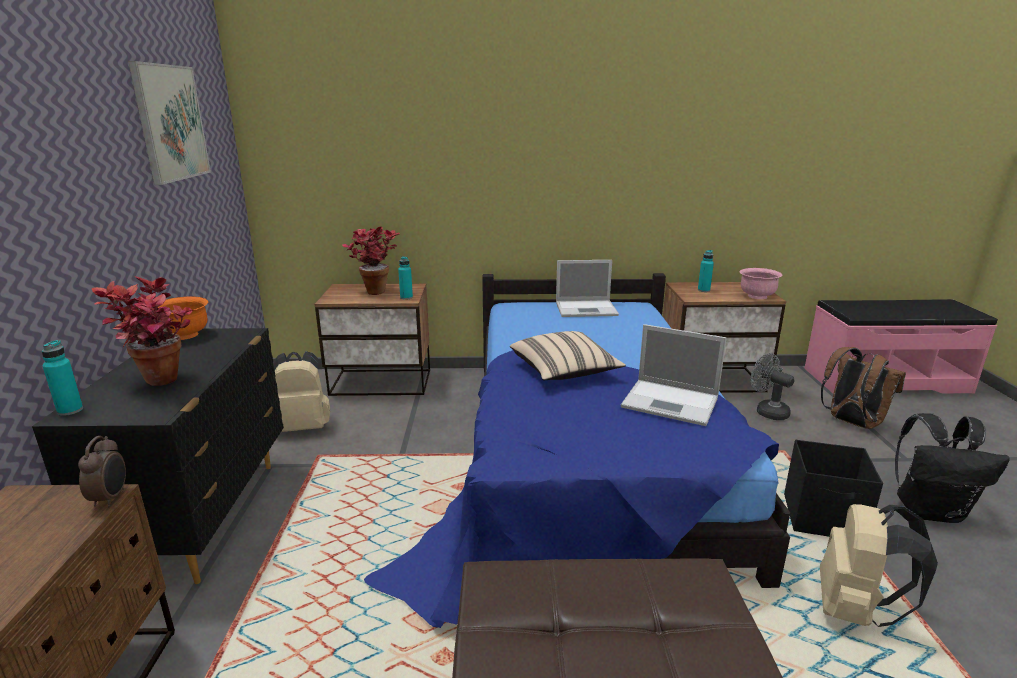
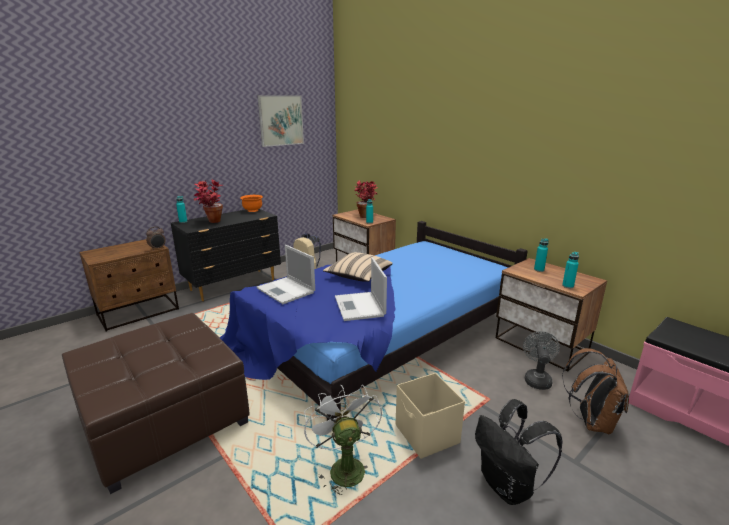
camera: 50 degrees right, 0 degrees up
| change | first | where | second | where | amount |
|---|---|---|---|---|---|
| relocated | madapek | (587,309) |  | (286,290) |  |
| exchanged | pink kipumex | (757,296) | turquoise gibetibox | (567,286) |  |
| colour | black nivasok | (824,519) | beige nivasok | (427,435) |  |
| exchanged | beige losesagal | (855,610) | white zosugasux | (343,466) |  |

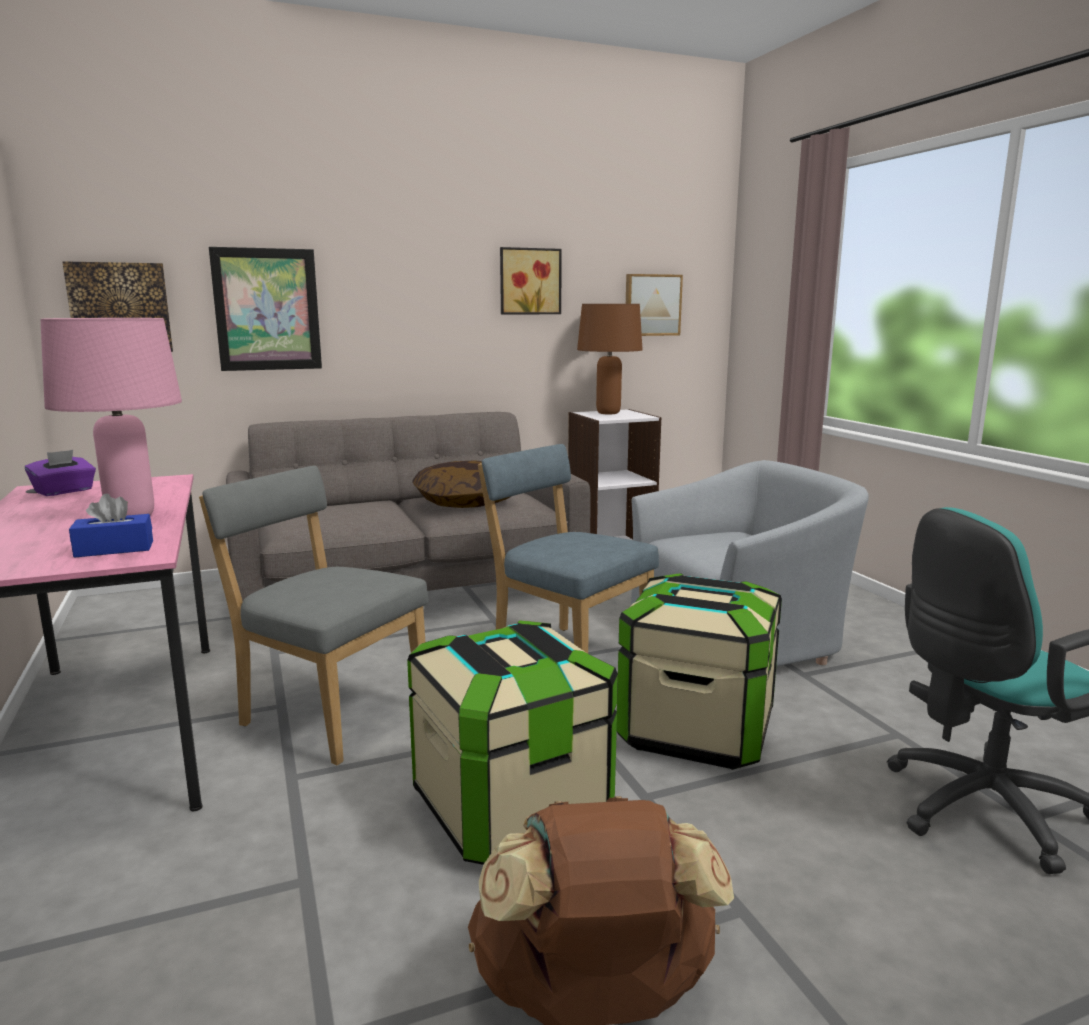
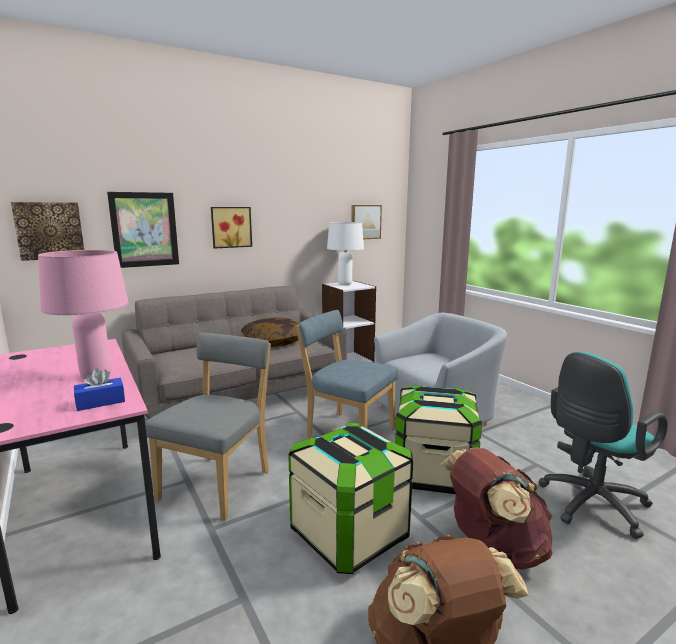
camera: 10 degrees left, 0 degrees up
| change | first | where | second | where | amount |
|---|---|---|---|---|---|
| missing | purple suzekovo | (64,491) |  |  |  |
| spun | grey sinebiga | (329,713) |  | (219,483) | 90 degrees clockwise |
| relocated | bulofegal | (529,281) |  | (231,227) |  |
| colour | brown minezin | (608,413) | white minezin | (345,284) |  |
| appeared |  |  | brown losesagal | (493,547) |  |

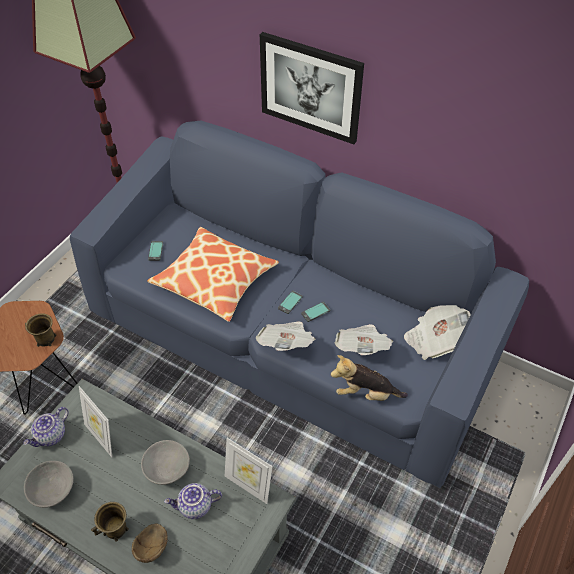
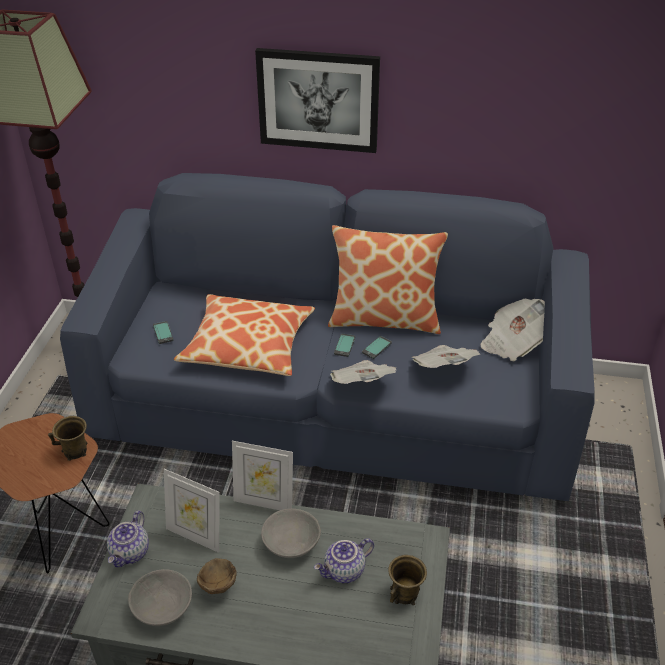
camera: 20 degrees left, 10 degrees down
| change | first | where | second | where | amount |
|---|---|---|---|---|---|
| relocated | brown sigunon | (116,529) |  | (405,593) |  |
| relocated | brown kipumex | (153,546) |  | (218,582) |  |
| relocated | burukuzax | (248,485) |  | (264,501) |  |
| missing | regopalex | (365,393) |  |  |  |
| appeared |  |  | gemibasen | (385,319) |  |

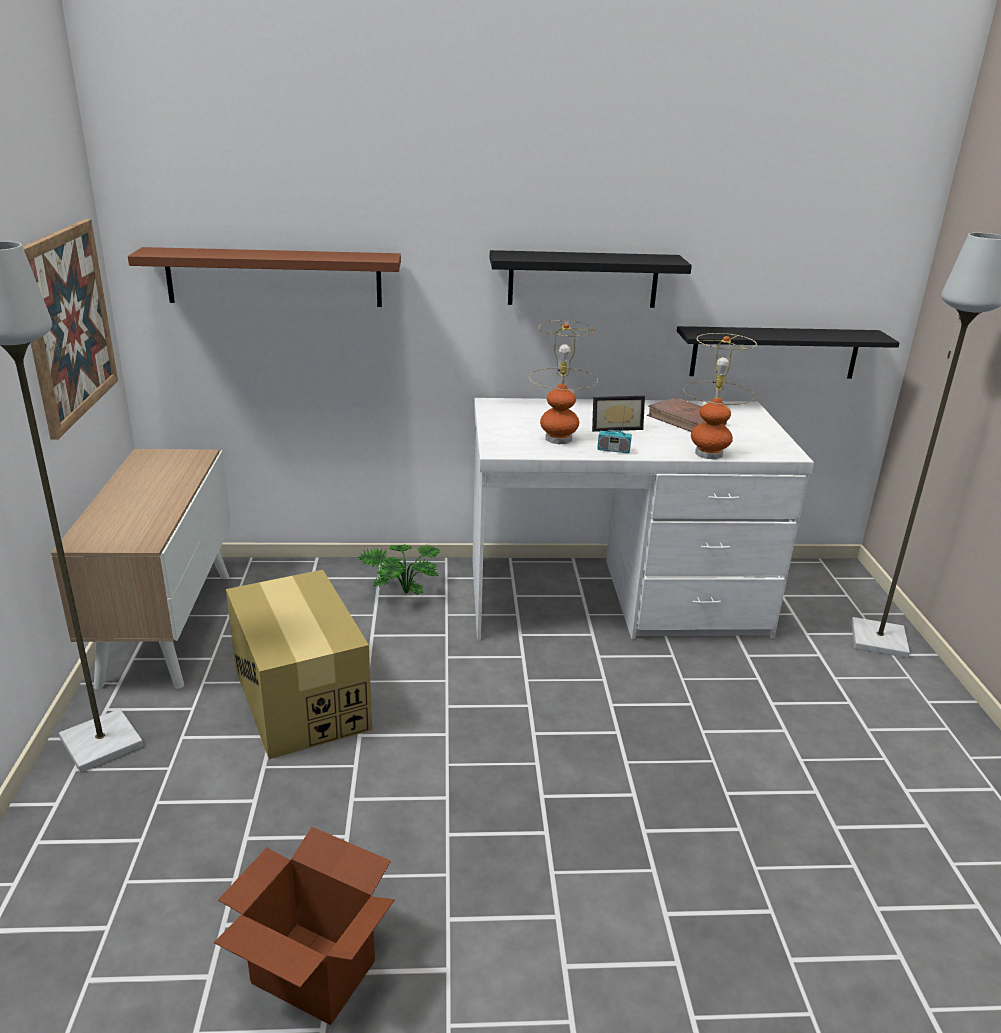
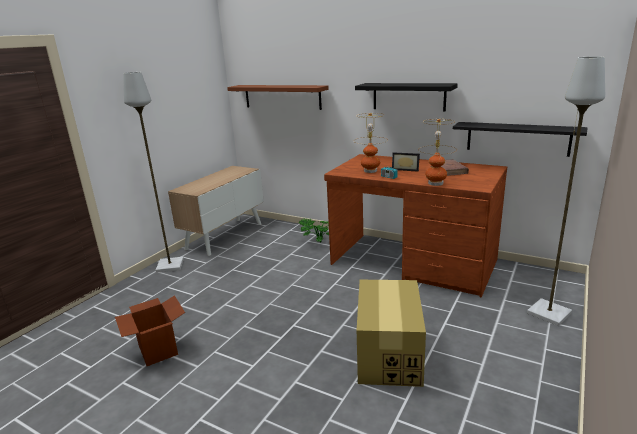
camera: 35 degrees right, 5 degrees down
| change | first | where | second | where | amount |
|---|---|---|---|---|---|
| missing | bulofegal | (68,324) |  |  |  |
| relocated | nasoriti | (300,698) |  | (389,353) |  |
| colour | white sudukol | (615,598) | brown sudukol | (413,263) |  |

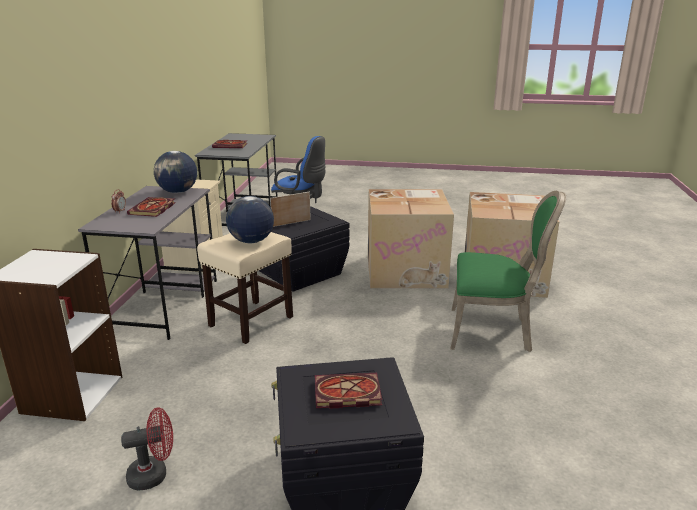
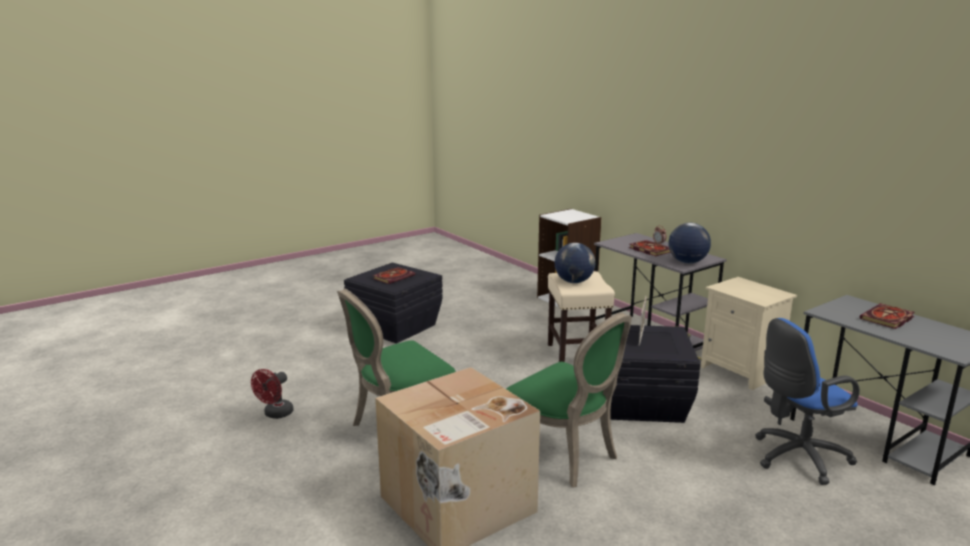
camera: 135 degrees right, 5 degrees down
| change | first | where | second | where | amount |
|---|---|---|---|---|---|
| relocated | red zosugasux | (154,474) |  | (275,414) |  |
| exchanged | nasoriti | (406,270) | green sinebiga | (565,456) |  |

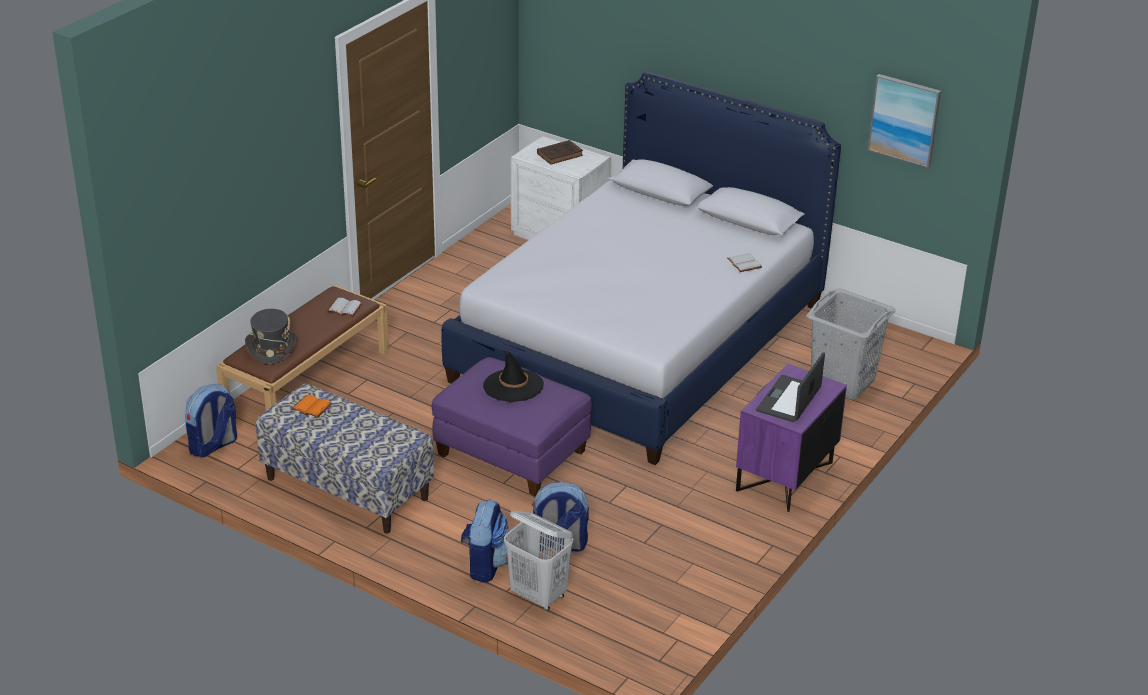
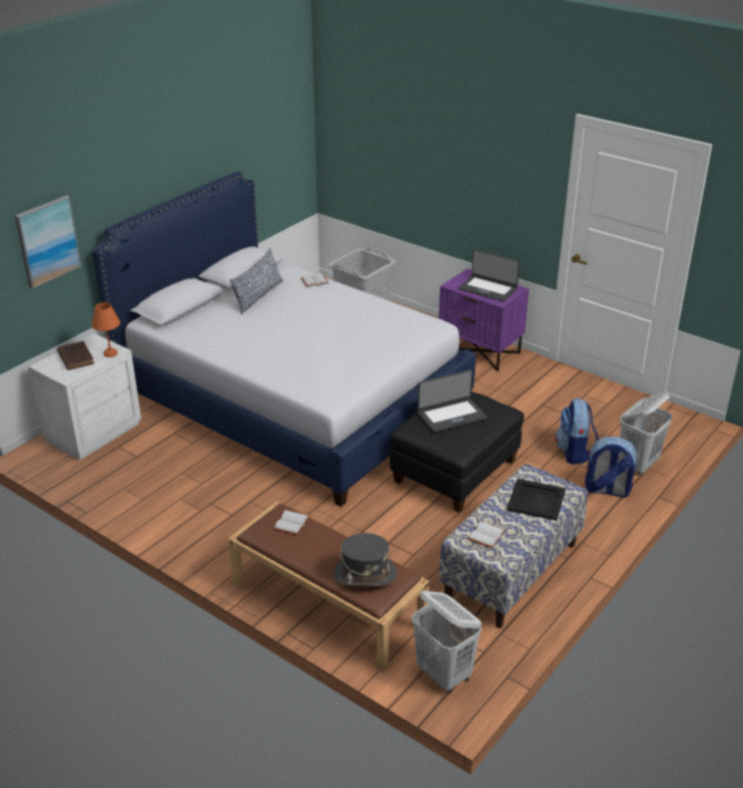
camera: 85 degrees left, 0 degrees up
| change | first | where | second | where | amount |
|---|---|---|---|---|---|
| exchanged | losesagal | (213,446) | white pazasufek | (444,674) |  |
| colour | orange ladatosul | (313,407) | white ladatosul | (485,535) |  |
| colour | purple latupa | (513,454) | black latupa | (455,471) |  |
| exchanged | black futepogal | (513,386) | madapek | (451,415) |  |
| relocated | bulofegal | (904,120) |  | (47,241) |  |
| appeared |  |  | orange minezin | (111,354) |  |
| appeared |  |  | gemibasen | (258,295) |  |
| appeared |  |  | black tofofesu | (536,499) |  |

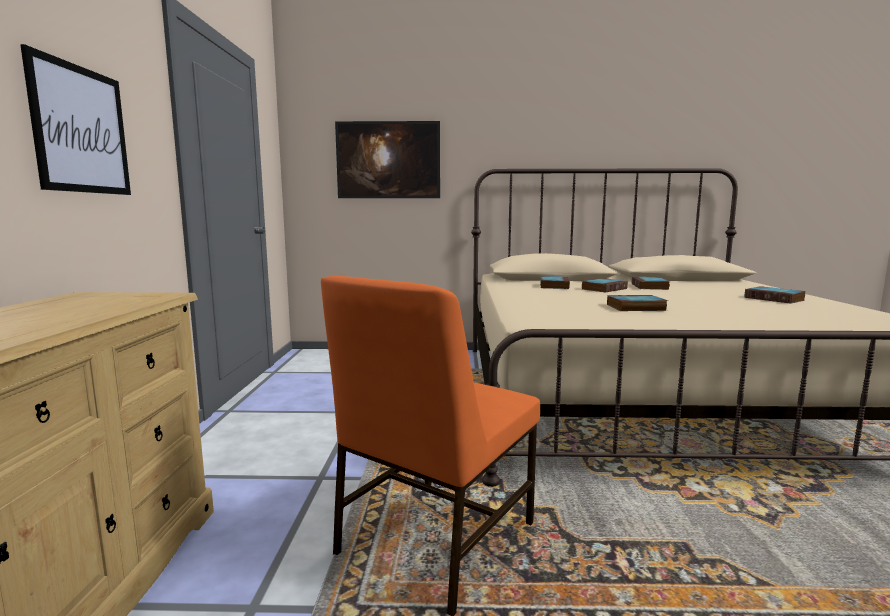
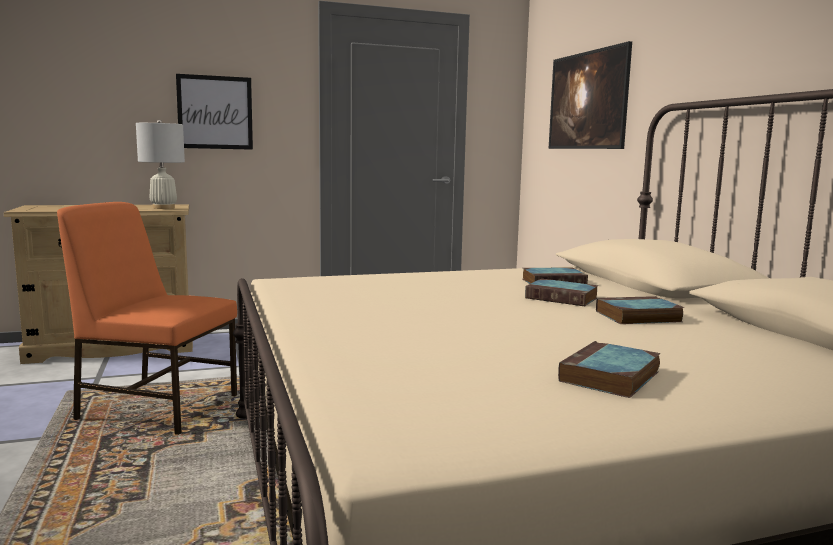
camera: 70 degrees right, 0 degrees up
| change | first | where | second | where | amount |
|---|---|---|---|---|---|
| missing | ladatosul | (635,307) |  |  |  |
| appeared |  |  | white minezin | (163,208) |  |

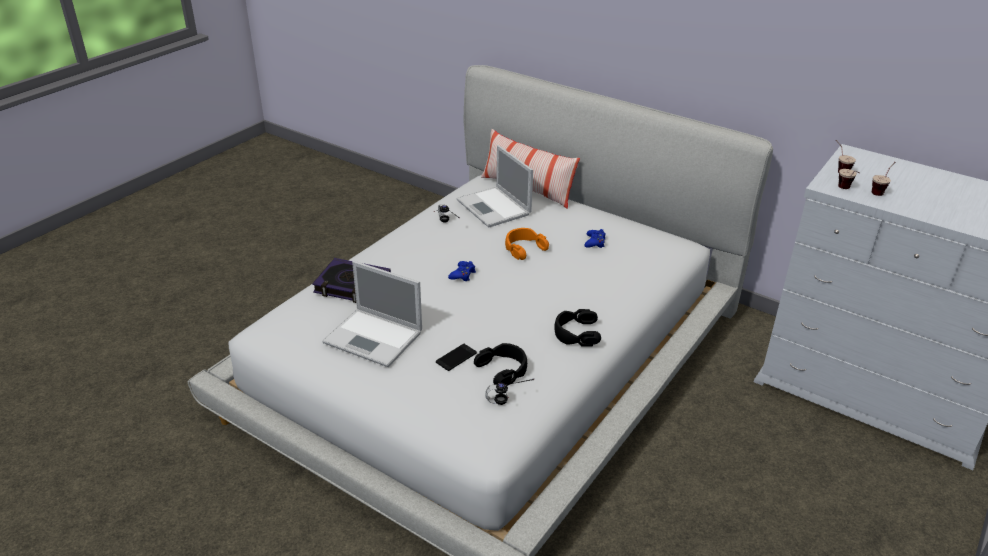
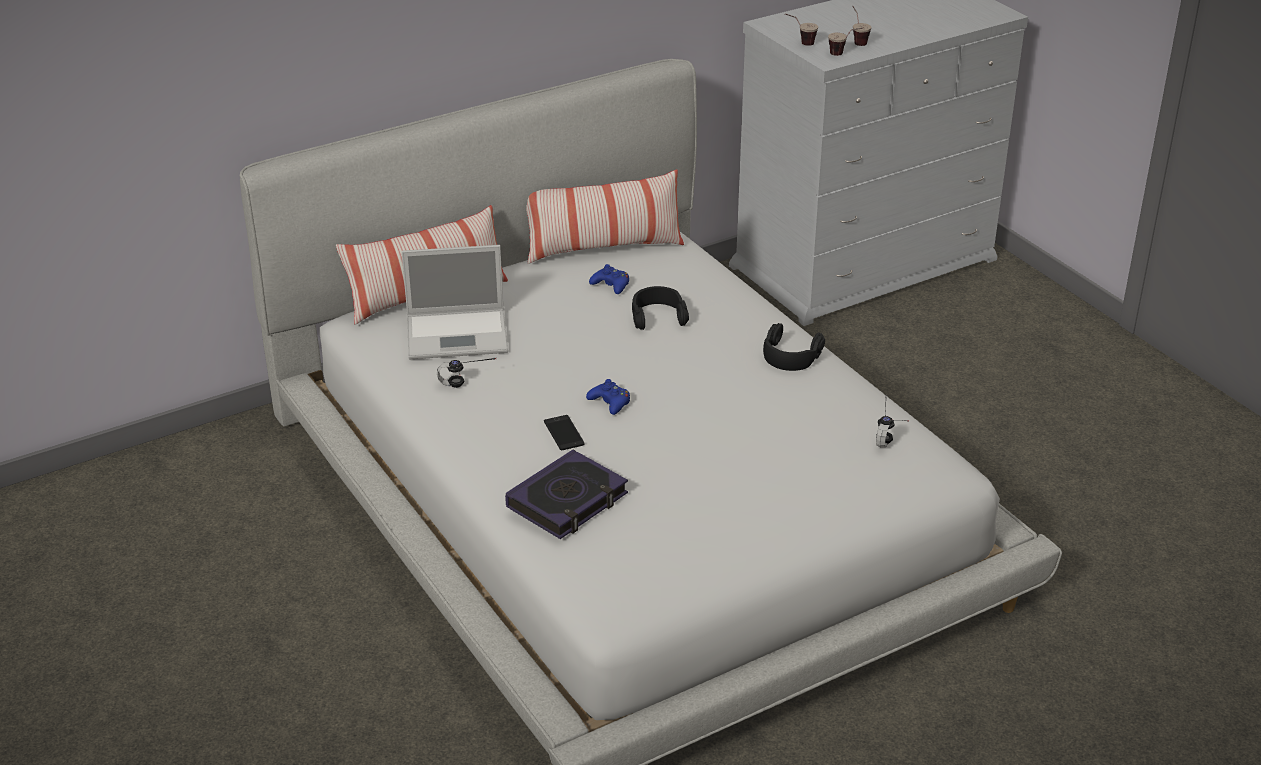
camera: 65 degrees left, 0 degrees up
| change | first | where | second | where | amount |
|---|---|---|---|---|---|
| missing | madapek | (374,338) |  |  |  |
| relocated | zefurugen | (456,357) |  | (564,433) |  |
| relocated | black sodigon | (503,369) |  | (658,316) |  |
| missing | orange sodigon | (524,248) |  |  |  |
| appeared |  |  | gemibasen | (603,248) |  |

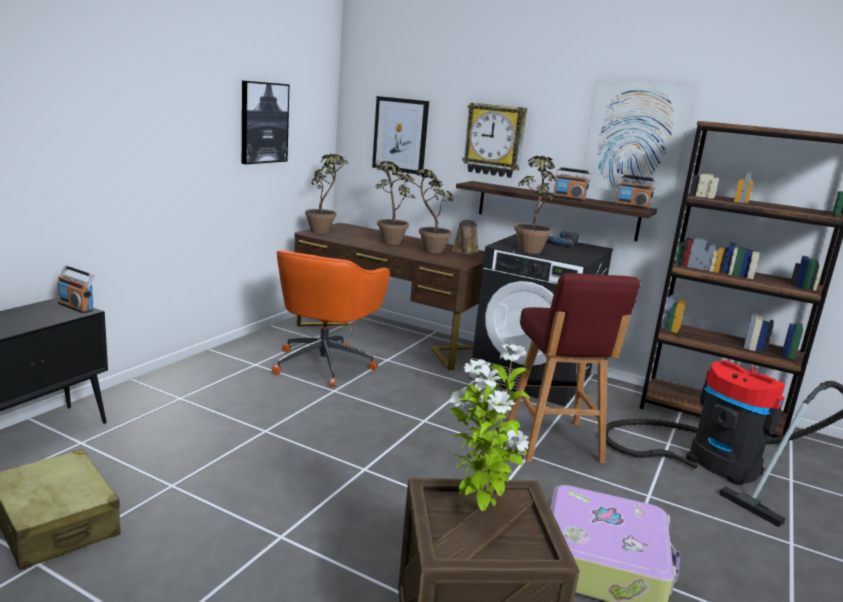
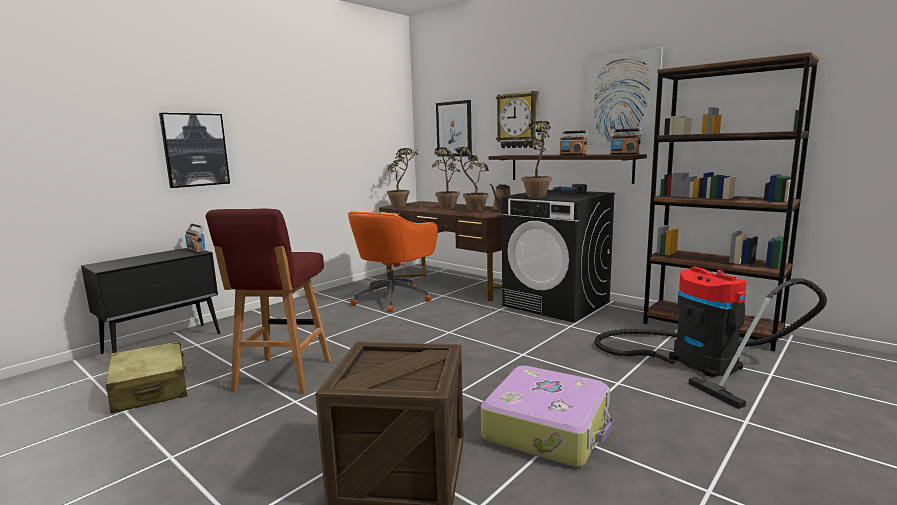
camera: 15 degrees right, 5 degrees down
| change | first | where | second | where | amount |
|---|---|---|---|---|---|
| relocated | bulofegal | (263,123) |  | (195,150) |  |
| missing | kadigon | (479,509) |  |  |  |
| relocated | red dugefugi | (554,443) |  | (282,376) |  |

